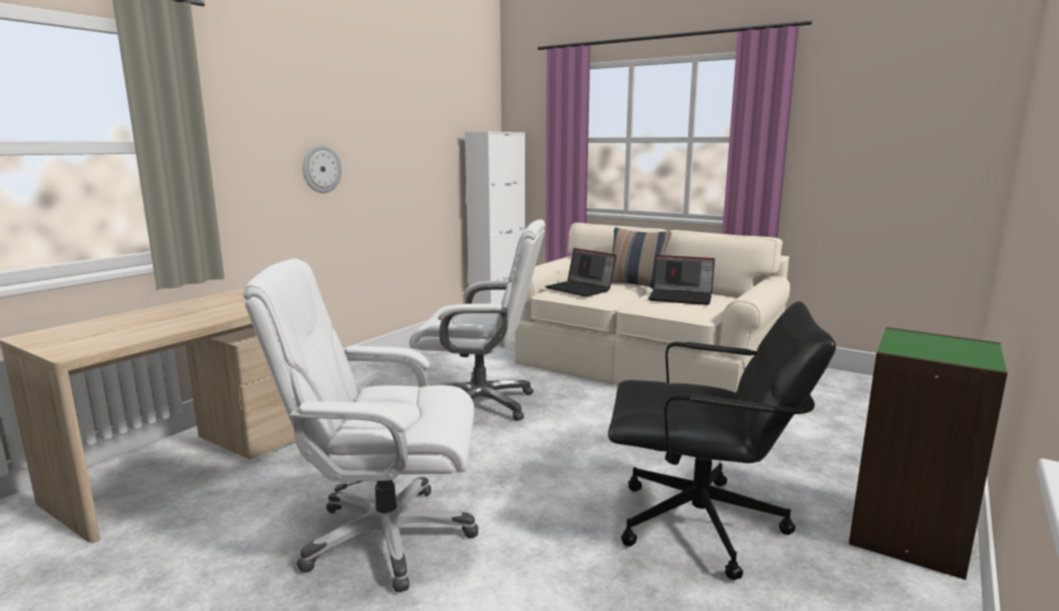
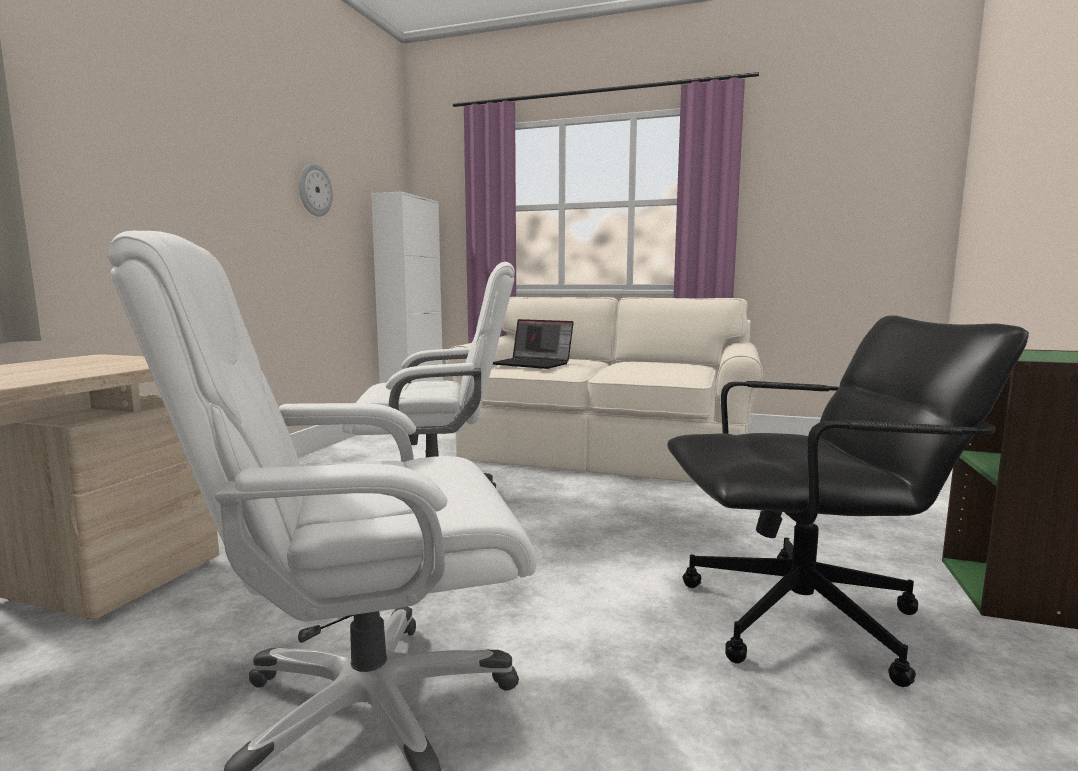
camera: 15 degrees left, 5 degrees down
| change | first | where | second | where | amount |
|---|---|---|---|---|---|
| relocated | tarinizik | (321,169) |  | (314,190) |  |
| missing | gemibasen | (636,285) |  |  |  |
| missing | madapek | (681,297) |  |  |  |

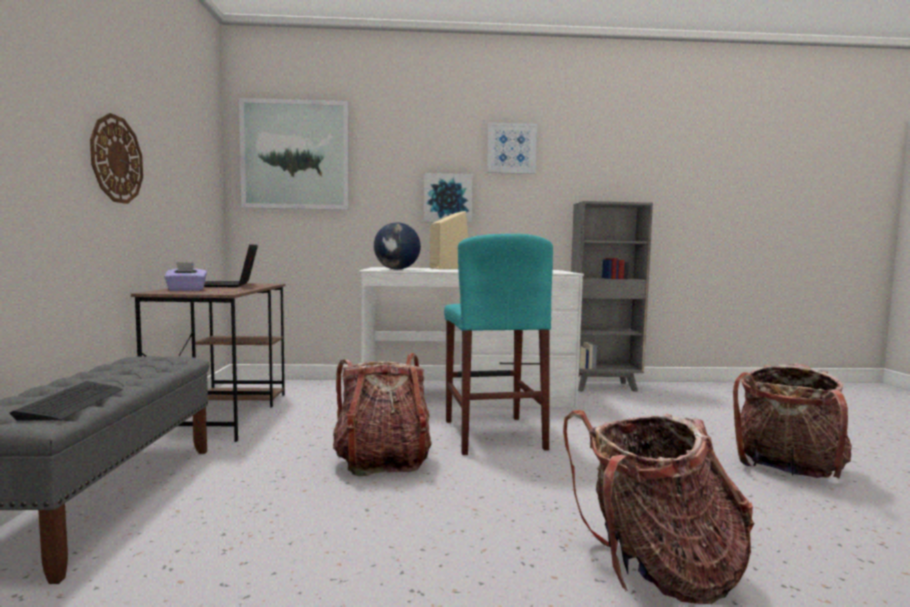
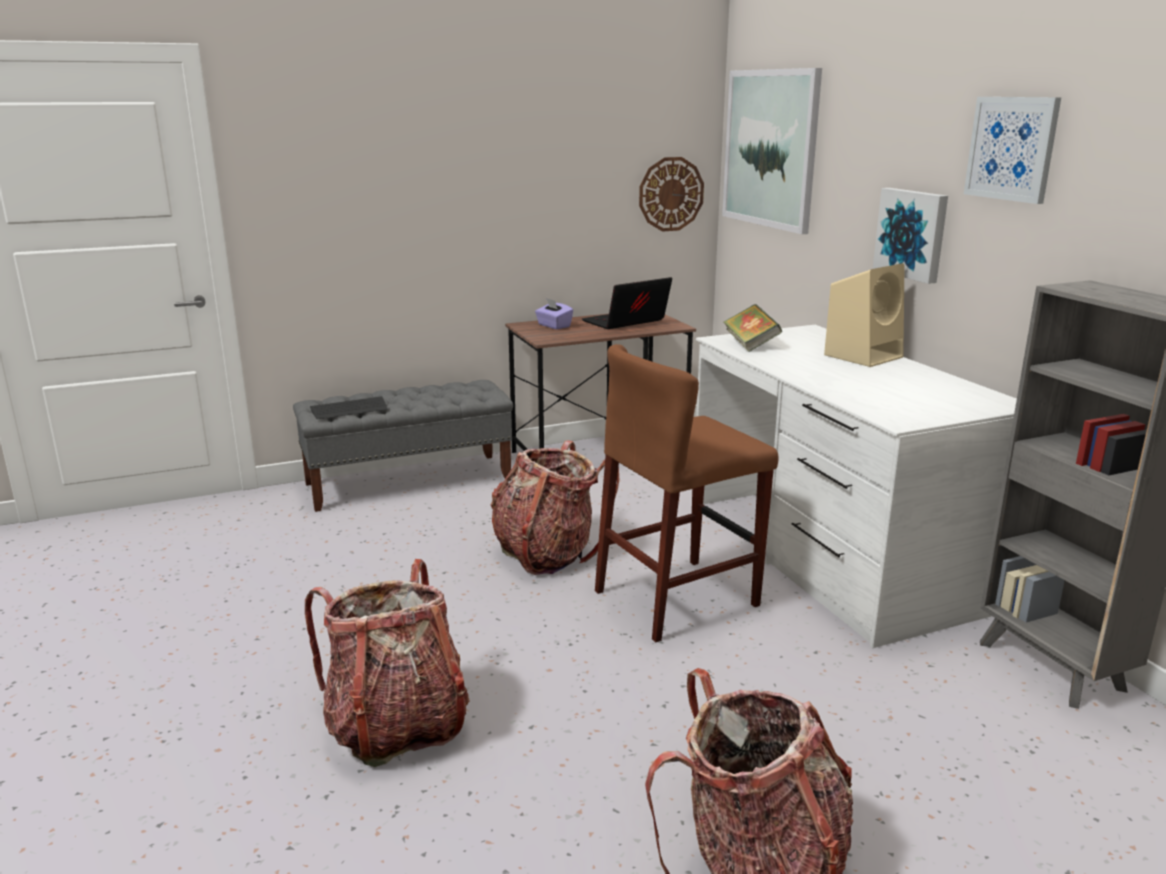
camera: 70 degrees right, 15 degrees up
| change | first | where | second | where | amount |
|---|---|---|---|---|---|
| relocated | tarinizik | (116,159) |  | (671,194) |  |
| exchanged | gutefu | (397,269) | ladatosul | (750,345) |  |
| colour | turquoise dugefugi | (493,434) | brown dugefugi | (677,598) |  |

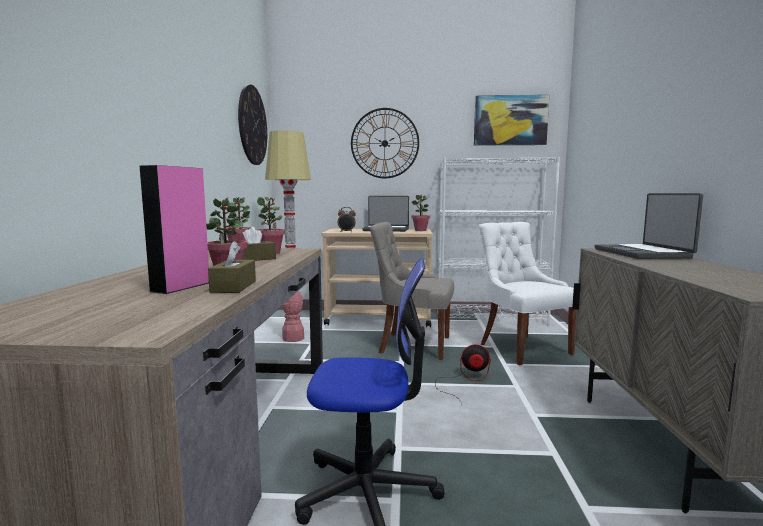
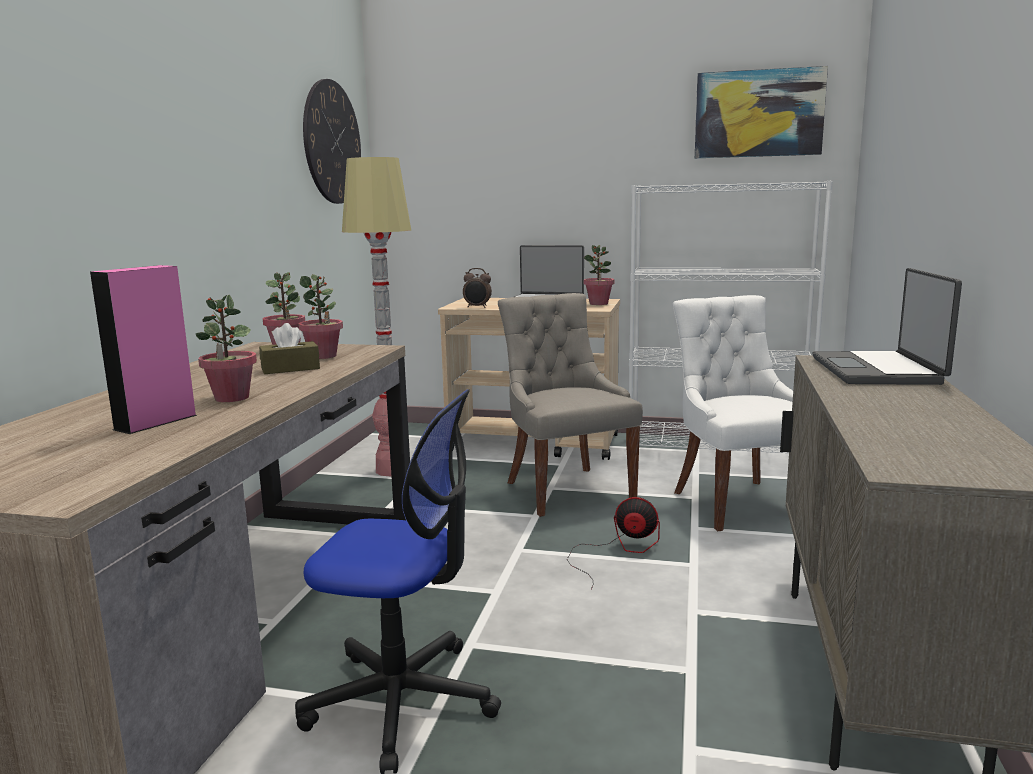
camera: 10 degrees right, 5 degrees up
| change | first | where | second | where | amount |
|---|---|---|---|---|---|
| missing | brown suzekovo | (234,287) |  |  |  |
| missing | tarinizik | (384,143) |  |  |  |
| spun | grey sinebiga | (413,345) |  | (566,489) | 45 degrees clockwise |

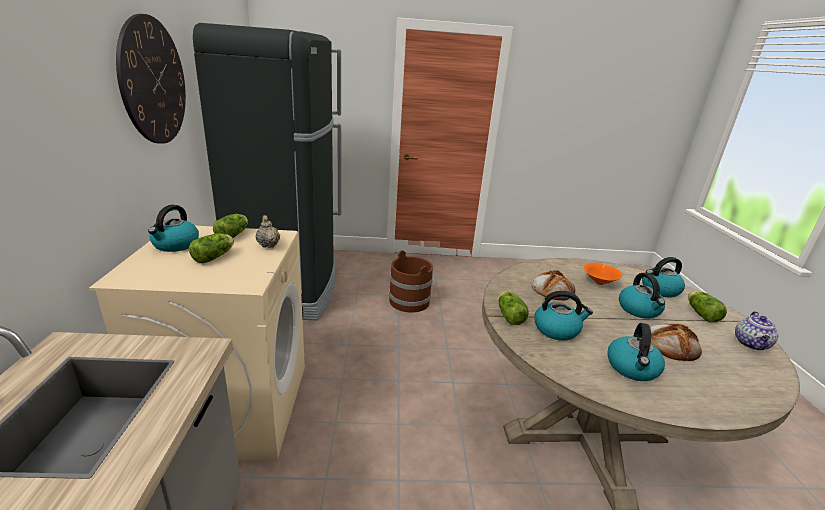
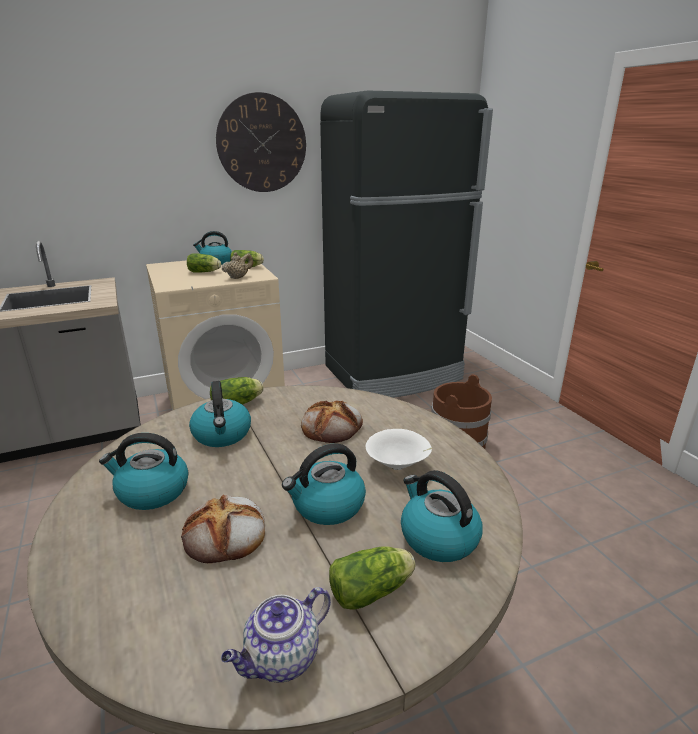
camera: 70 degrees right, 0 degrees up
| change | first | where | second | where | amount |
|---|---|---|---|---|---|
| colour | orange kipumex | (599,282) | white kipumex | (398,466) |  |
| spun | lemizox | (751,344) |  | (281,659) | 45 degrees counterclockwise |

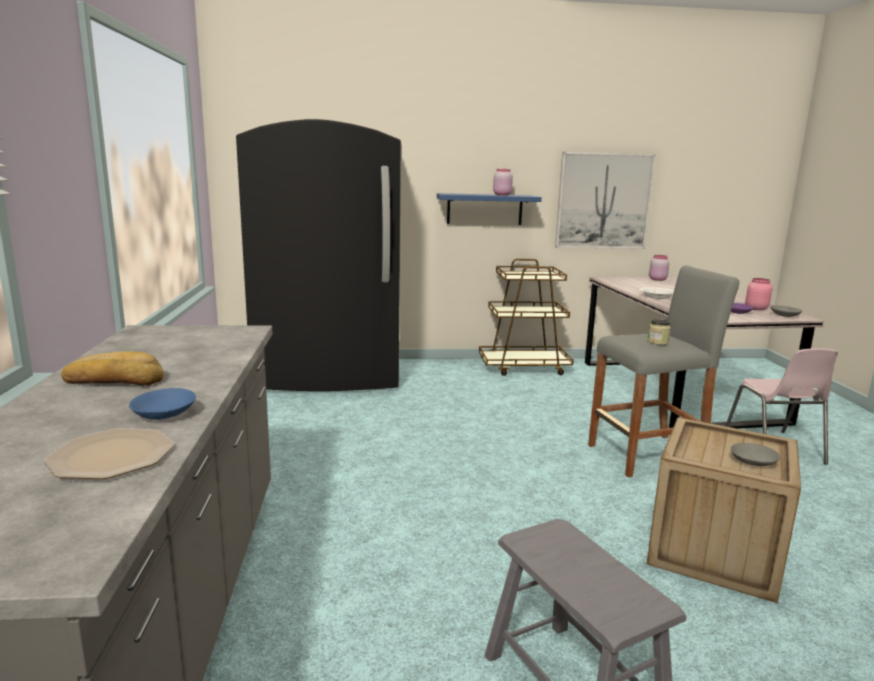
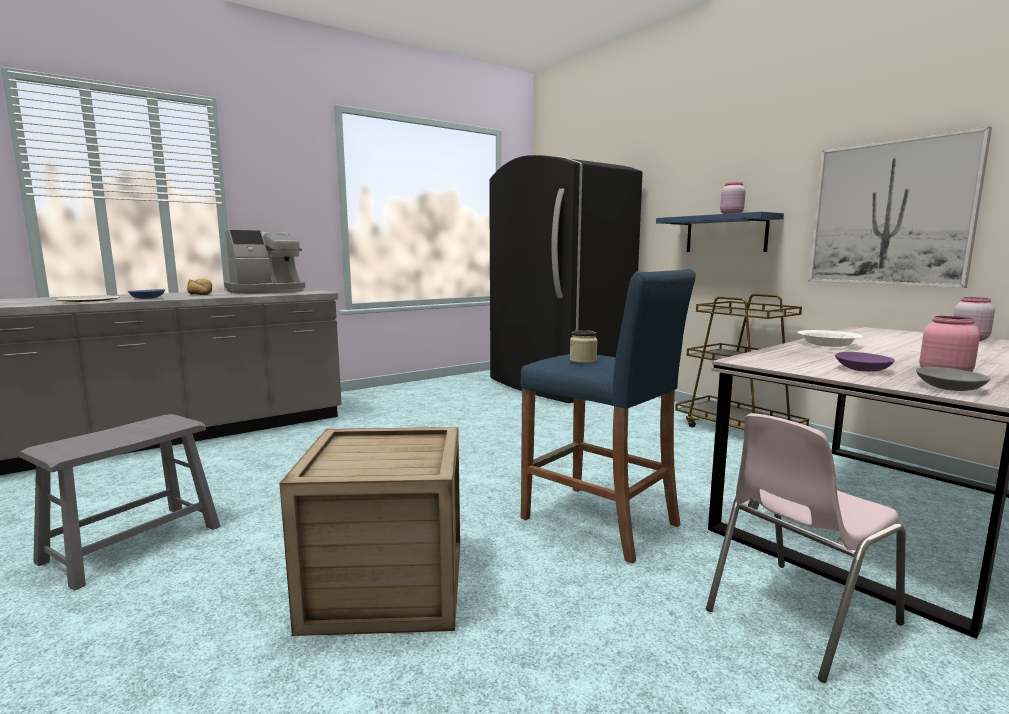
camera: 60 degrees right, 5 degrees down
| change | first | where | second | where | amount |
|---|---|---|---|---|---|
| colour | grey dugefugi | (647,455) | blue dugefugi | (599,521) |  |
| missing | grey kipumex | (752,462) |  |  |  |
| appeared |  |  | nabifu | (268,291) |  |

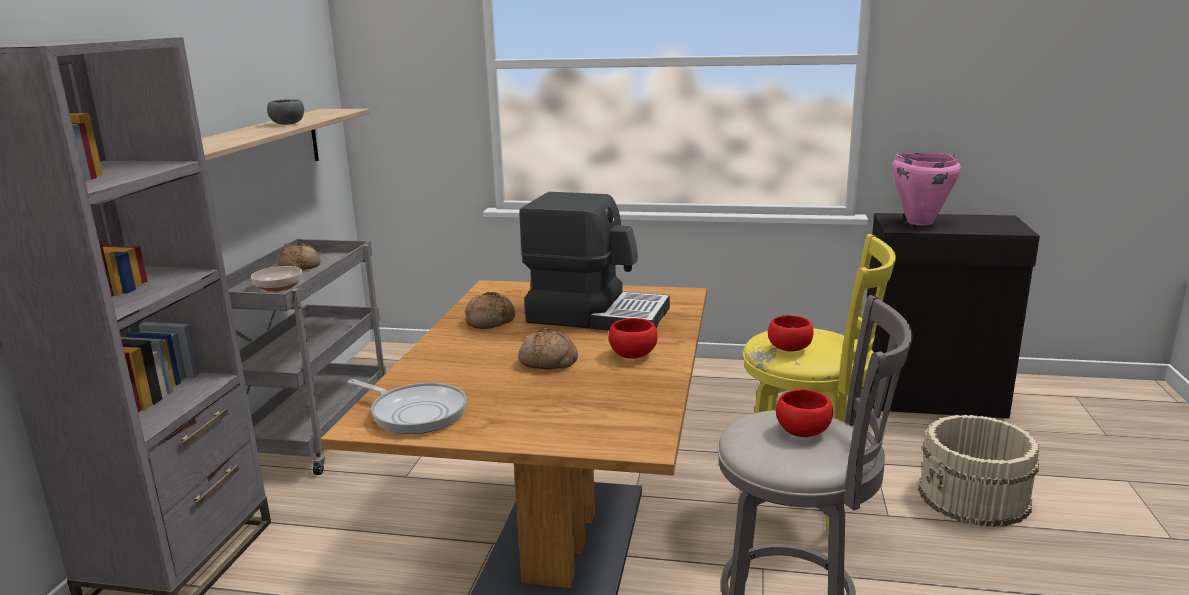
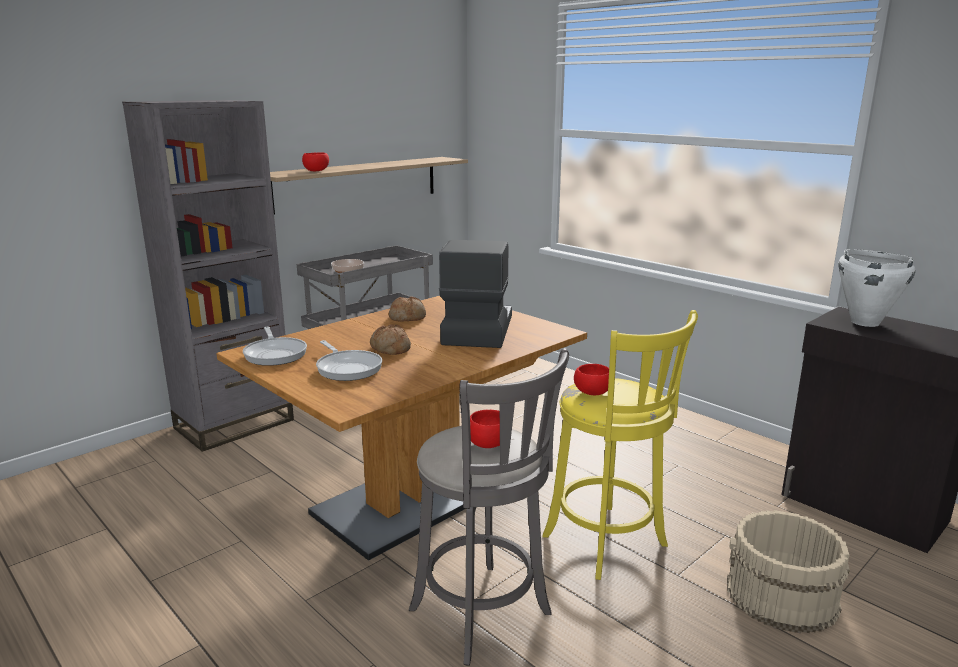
camera: 35 degrees right, 0 degrees up
| change | first | where | second | where | amount |
|---|---|---|---|---|---|
| missing | grey kipumex | (288,124) |  |  |  |
| missing | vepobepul | (300,266) |  |  |  |
| spun | nabifu | (597,314) |  | (476,330) | 135 degrees counterclockwise |
| relocated | red kipumex | (633,354) |  | (317,171) |  |
| colour | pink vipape | (919,222) | white vipape | (864,322) |  |
| appeared |  |  | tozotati | (348,368) |  |

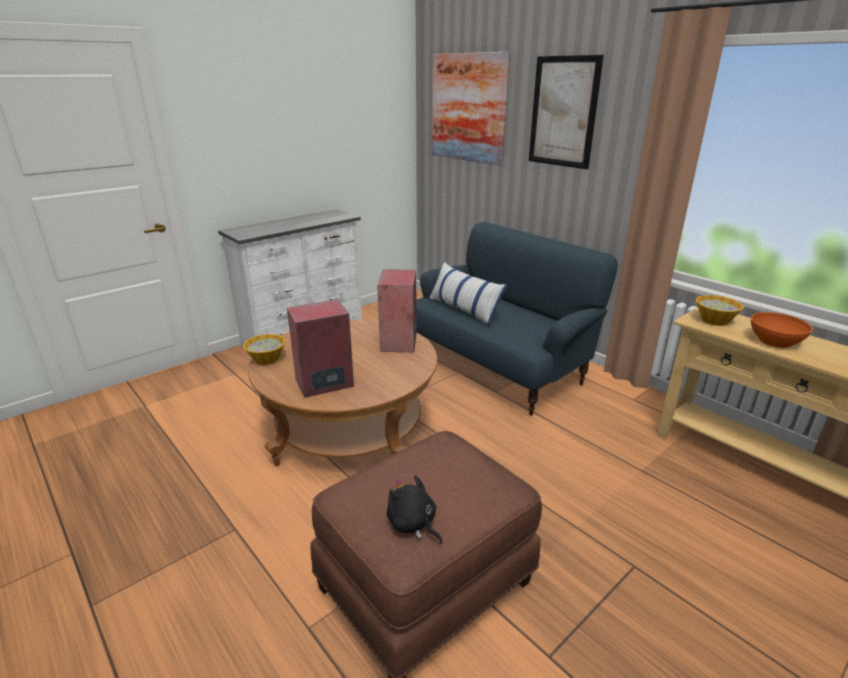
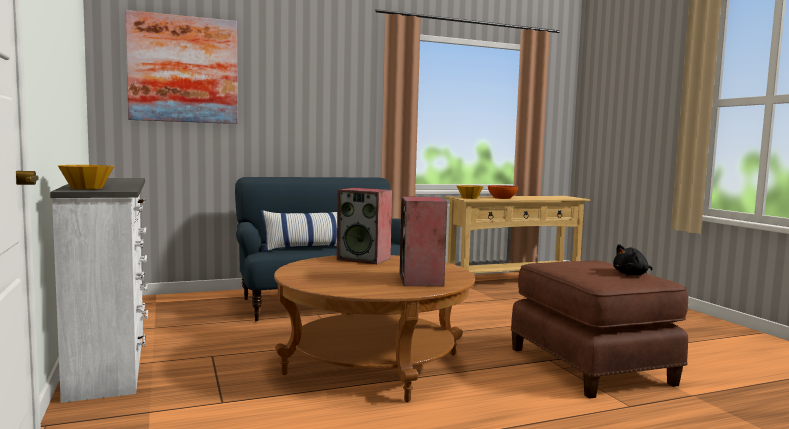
camera: 70 degrees left, 20 degrees down
| change | first | where | second | where | amount |
|---|---|---|---|---|---|
| relocated | kipumex | (266,359) |  | (87,188) |  |
| missing | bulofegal | (563,112) |  |  |  |

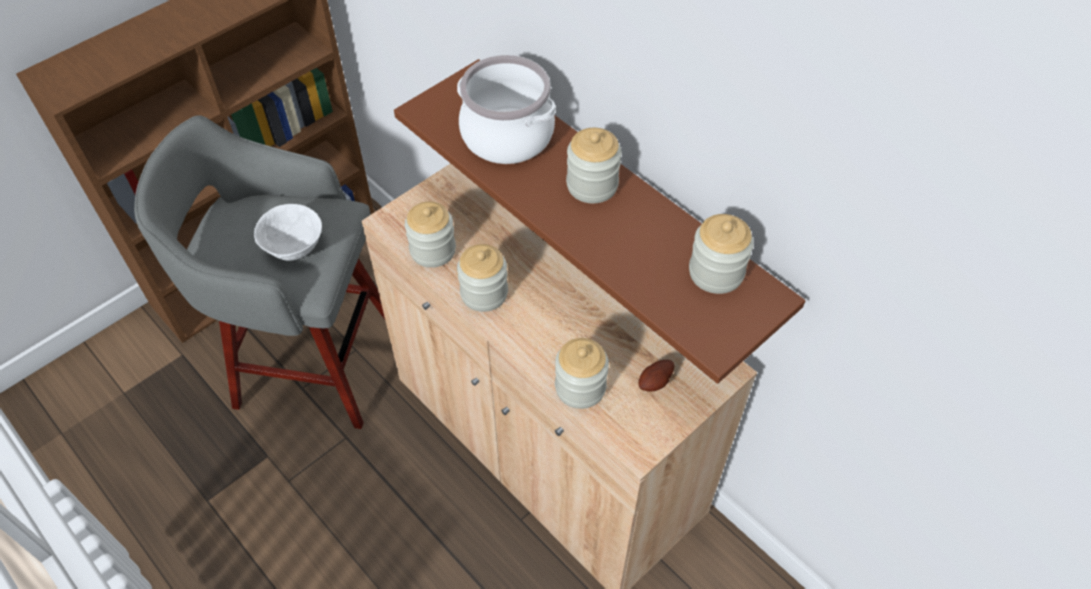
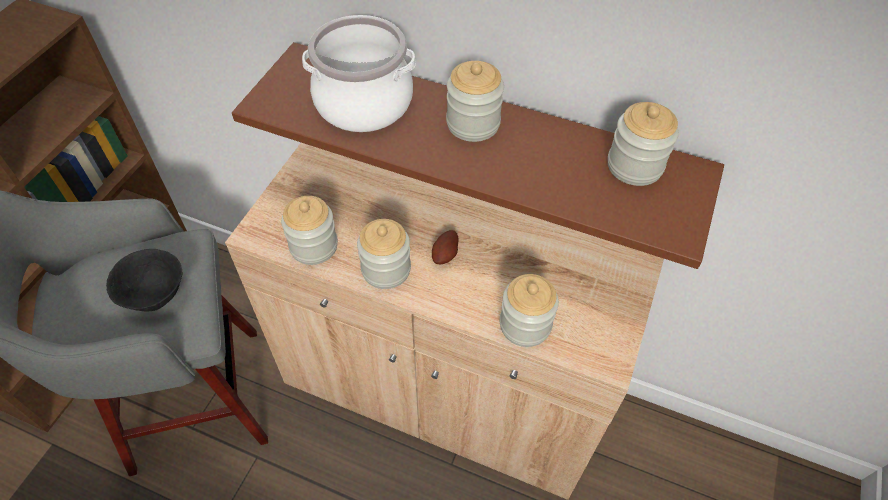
camera: 25 degrees left, 0 degrees up
| change | first | where | second | where | amount |
|---|---|---|---|---|---|
| colour | white kipumex | (295,250) | black kipumex | (156,297) |  |
| relocated | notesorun | (656,382) |  | (446,255) |  |

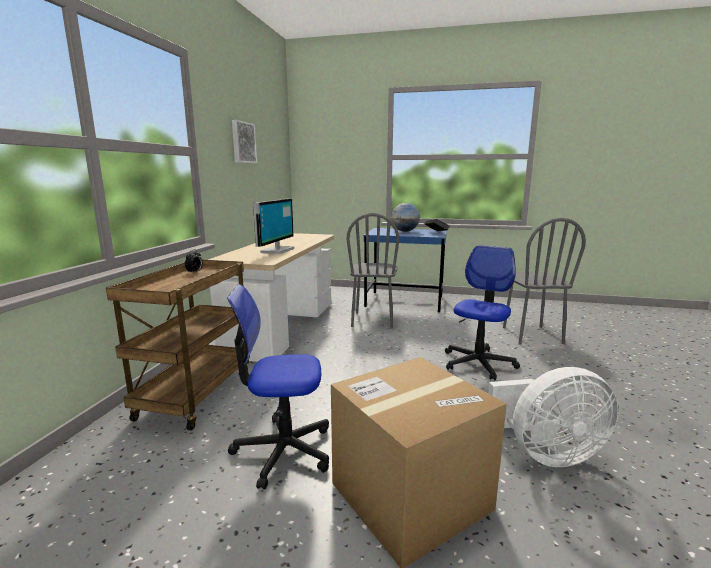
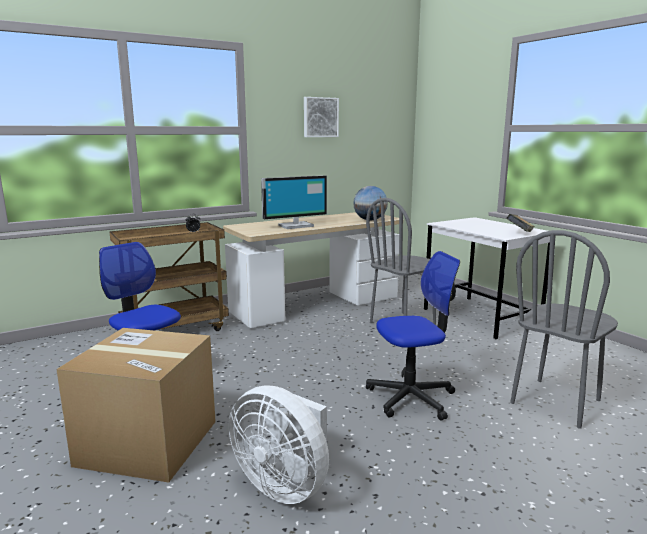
camera: 45 degrees right, 0 degrees up
| change | first | where | second | where | amount |
|---|---|---|---|---|---|
| colour | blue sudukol | (405,302) | white sudukol | (481,317) |  |
| relocated | gutefu | (405,231) |  | (370,220) |  |

